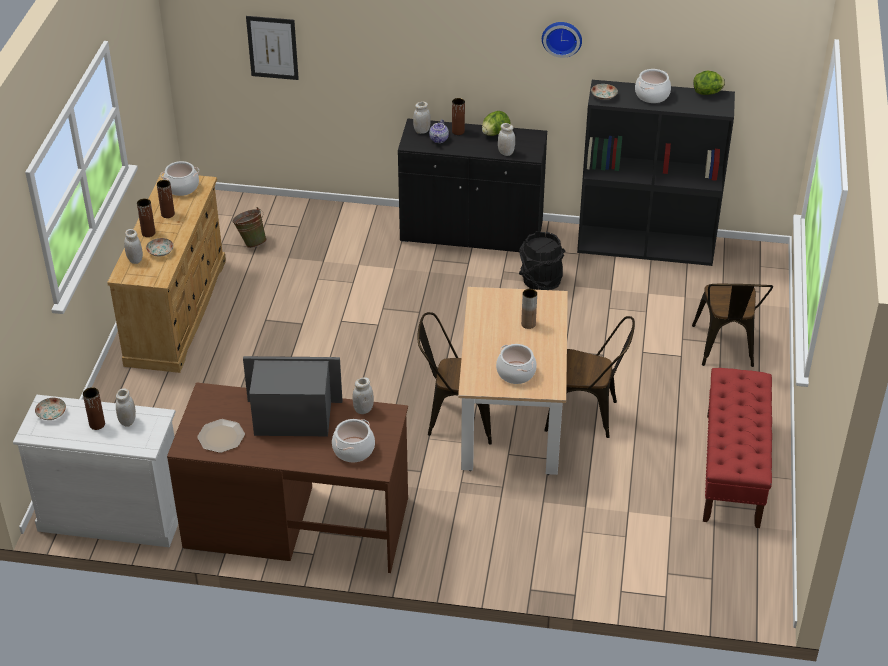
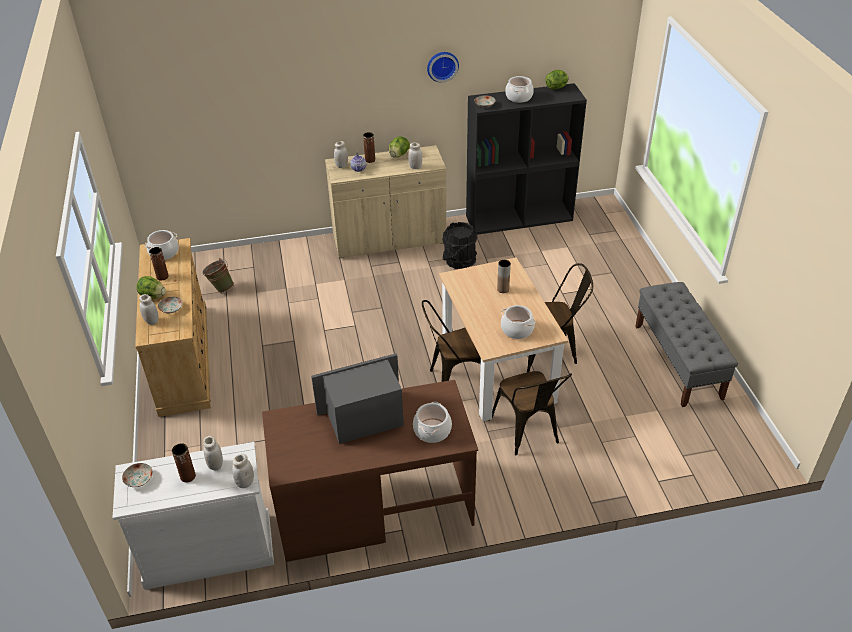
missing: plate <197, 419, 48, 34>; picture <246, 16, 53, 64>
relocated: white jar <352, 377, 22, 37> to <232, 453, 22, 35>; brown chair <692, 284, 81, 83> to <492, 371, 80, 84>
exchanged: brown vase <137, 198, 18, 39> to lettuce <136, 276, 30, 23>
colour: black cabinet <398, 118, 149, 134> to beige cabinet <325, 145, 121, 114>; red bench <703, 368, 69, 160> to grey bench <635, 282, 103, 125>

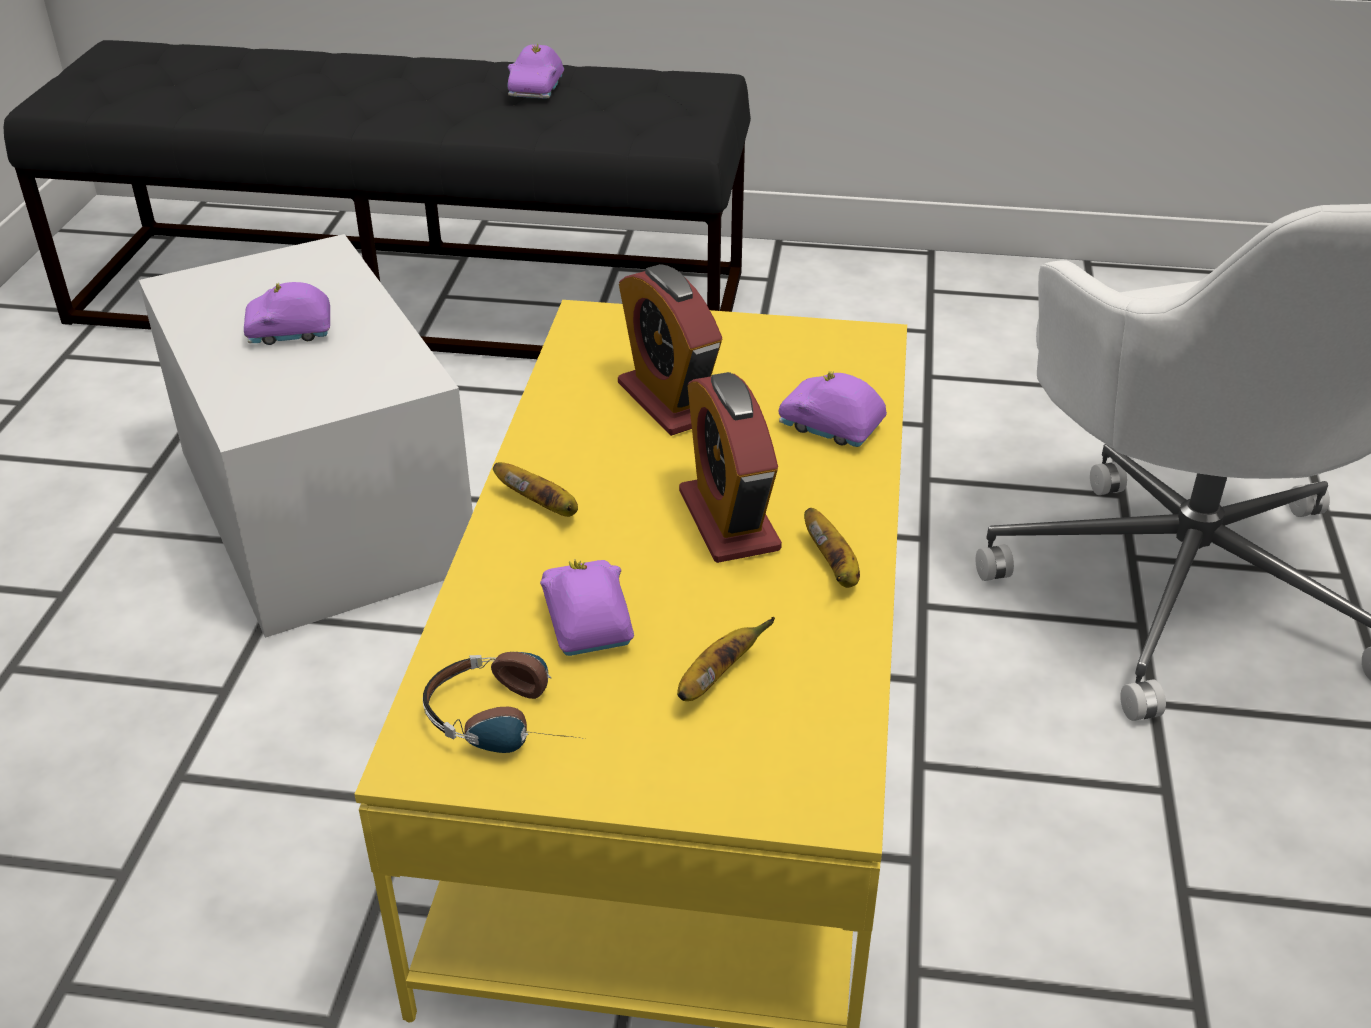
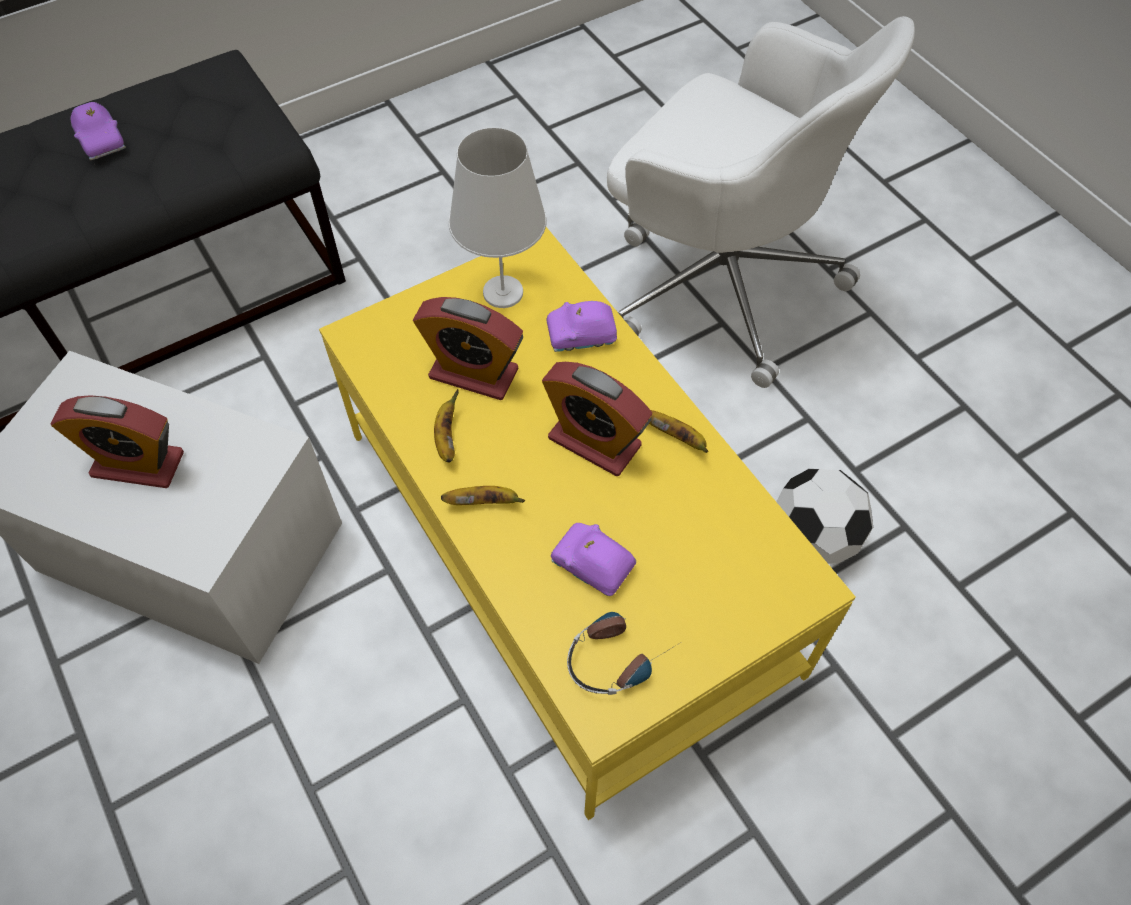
appeared: white table lamp <448, 127, 99, 181>; football <776, 469, 97, 95>
relocated: banana <677, 617, 98, 84> to <434, 389, 25, 74>
exchanged: purple toy car <244, 282, 86, 63> to alarm clock <51, 395, 133, 93>

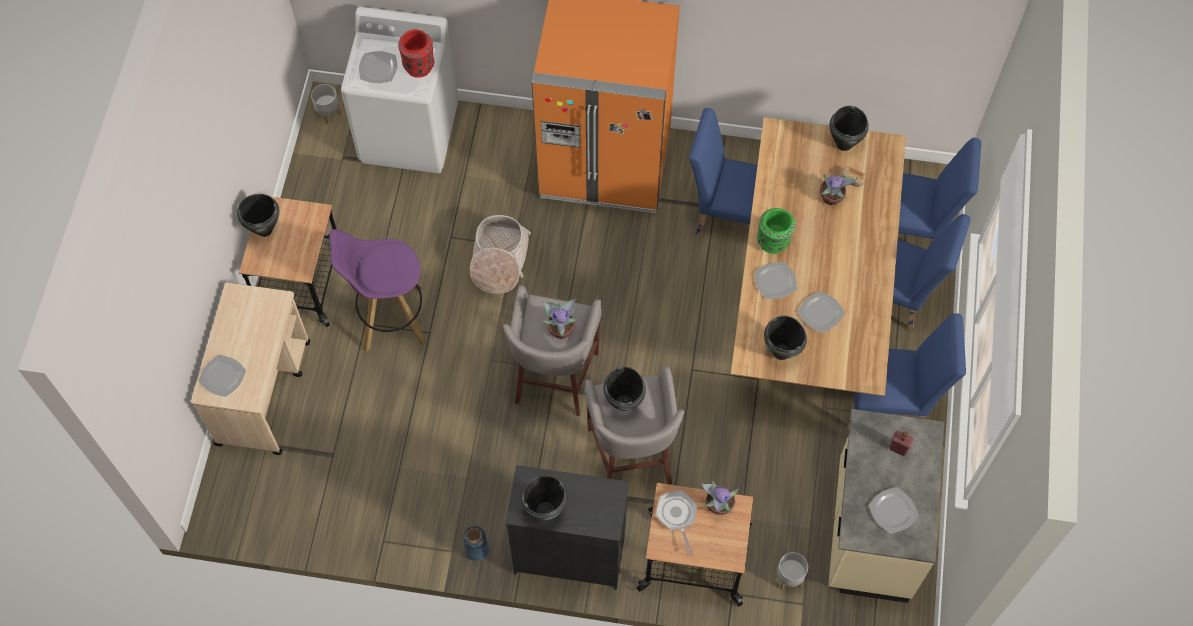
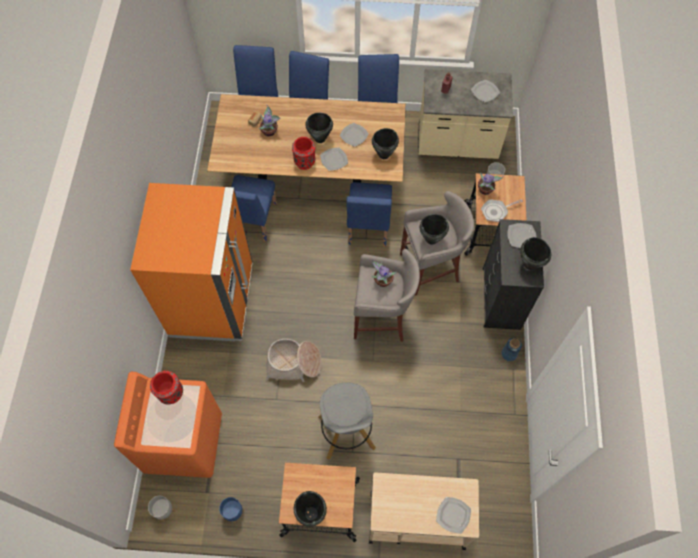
appeared: blue planter <219, 497, 25, 26>; blue chair <346, 182, 46, 65>
relocated: plate <359, 51, 38, 32> to <507, 223, 29, 25>; black cooking pot <829, 106, 40, 45> to <305, 113, 28, 30>
colour: purple stool <329, 229, 98, 123> to grey stool <318, 383, 58, 77>; white washing machine <341, 7, 118, 166> to orange washing machine <114, 372, 108, 106>; green vase <757, 208, 38, 46> to red vase <292, 137, 23, 33>

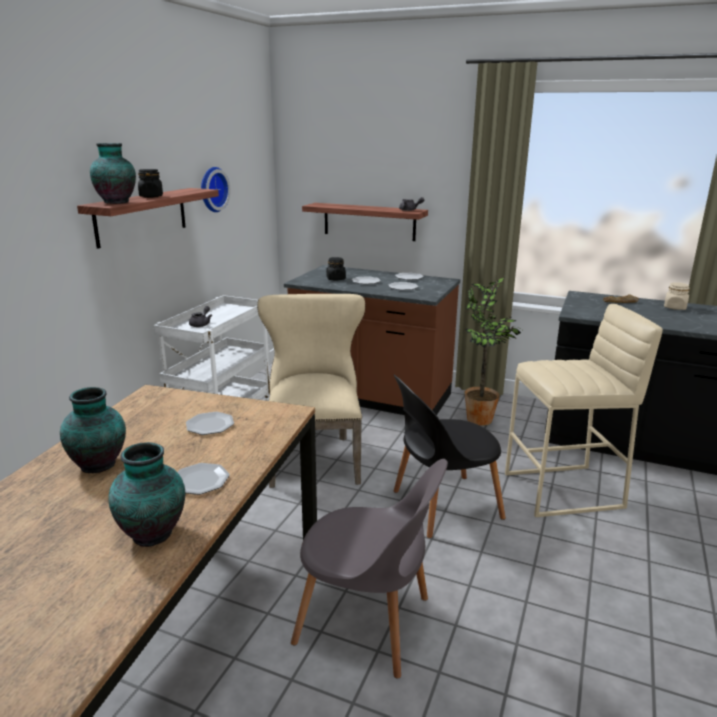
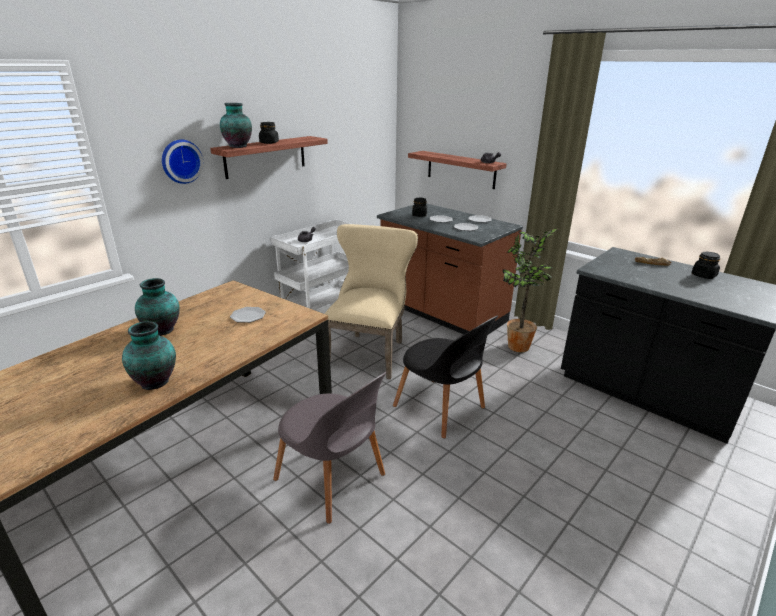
missing: plate <177, 463, 53, 32>; beige stool <505, 304, 158, 213>
relocated: wall clock <201, 167, 29, 45> to <162, 140, 41, 44>
colour: beige jar <664, 282, 26, 28> to black jar <691, 252, 29, 27>
spun: black chair <394, 374, 112, 164> = <393, 315, 105, 124> 135 degrees counterclockwise

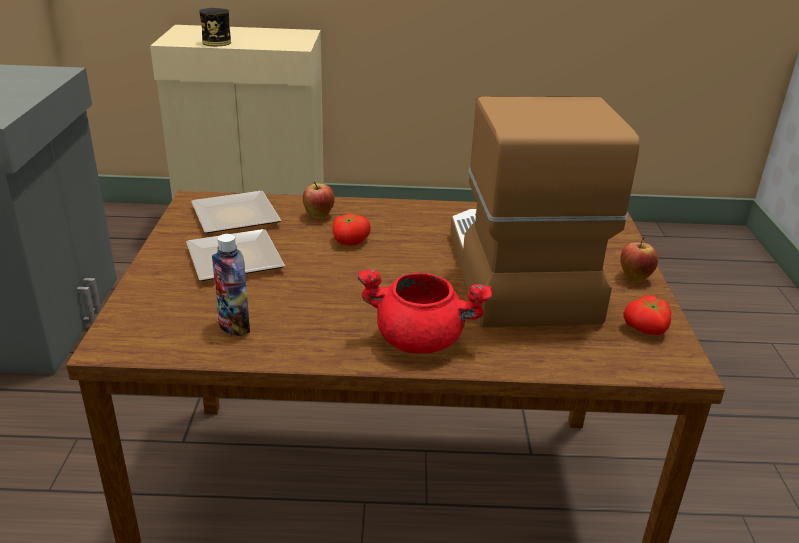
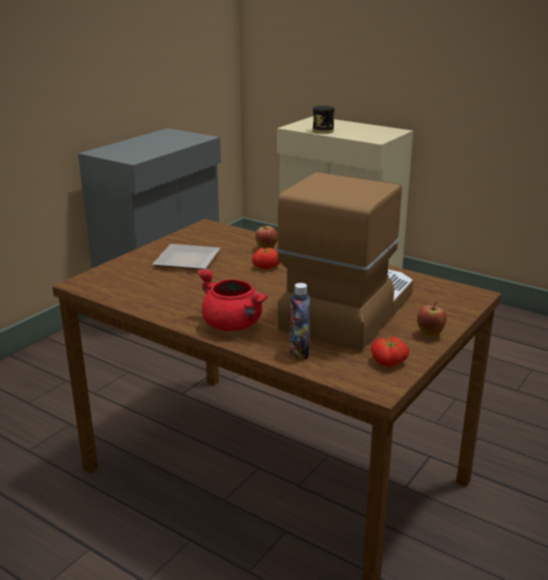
missing: plate <191, 191, 90, 42>
relocated: bottle <212, 234, 38, 103> to <290, 283, 20, 77>

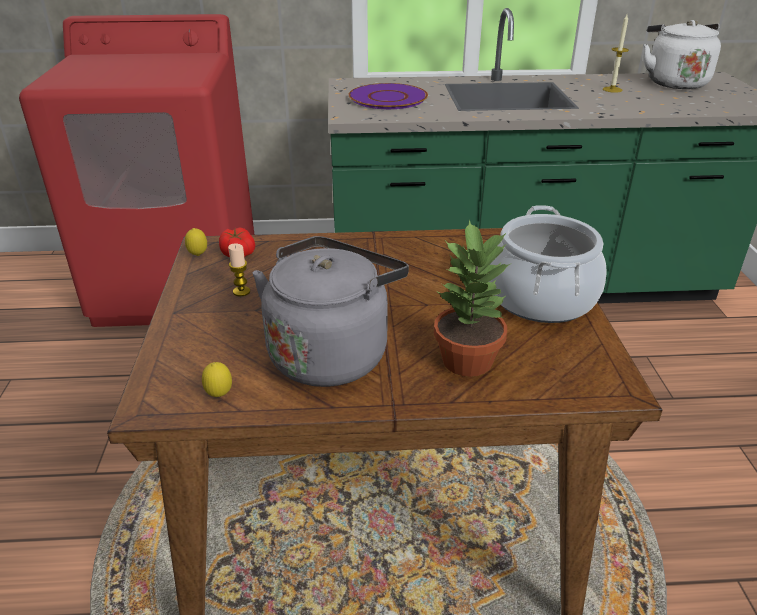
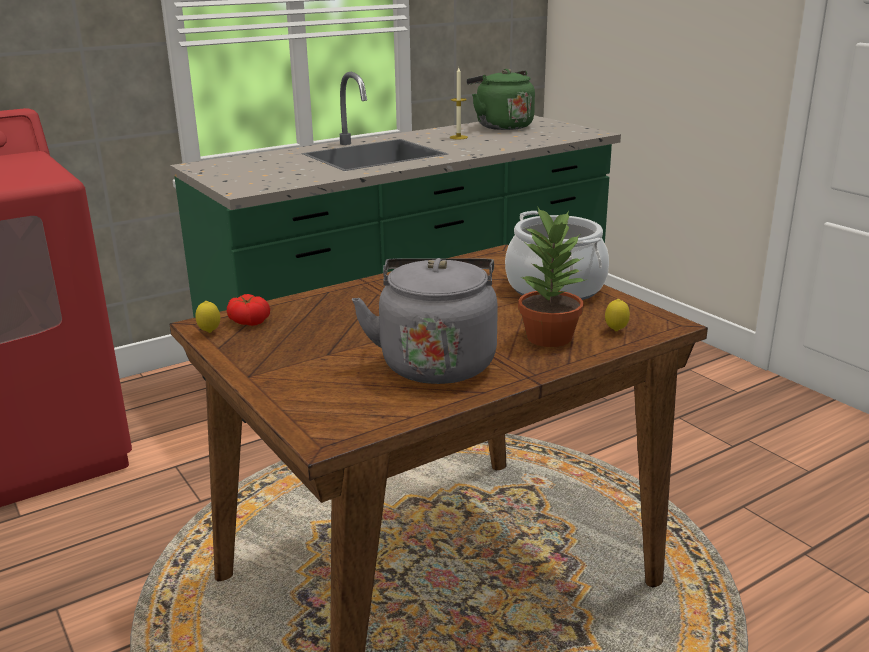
missing: candle <228, 244, 22, 52>; purple plate <348, 83, 80, 26>
relocated: lemon <202, 362, 30, 35> to <605, 299, 25, 32>
colour: white kettle <643, 20, 78, 69> to green kettle <466, 69, 69, 61>

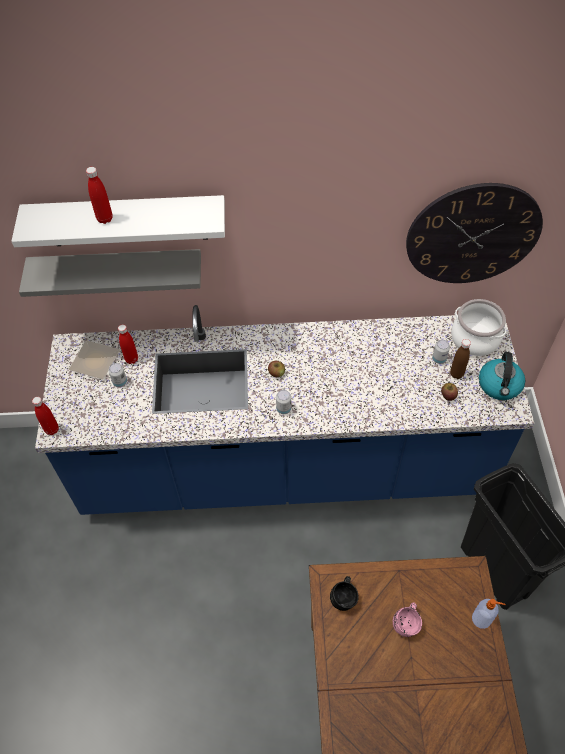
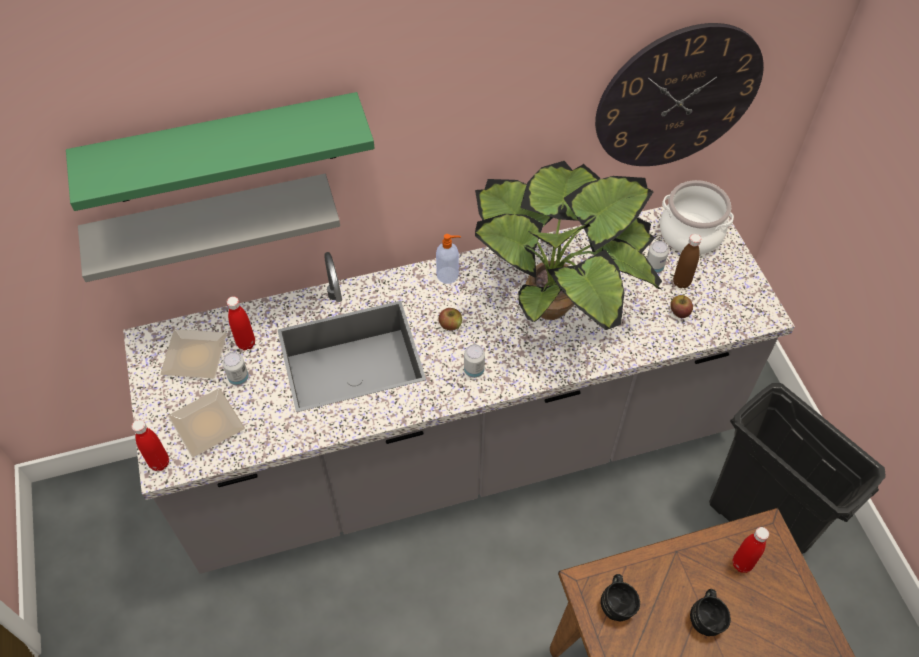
missing: kettle <479, 352, 46, 48>
appeared: plate <168, 388, 77, 69>; potted plant <475, 161, 187, 169>
relocated: red bottle <86, 167, 26, 57> to <733, 527, 36, 46>; soap dispenser <472, 599, 34, 30> to <436, 234, 25, 50>
colour: white shelf <11, 195, 214, 52> to green shelf <66, 92, 309, 119>; blue counter <35, 305, 500, 210> to grey counter <123, 207, 672, 367>; pink mug <393, 602, 29, 35> to black mug <690, 589, 41, 47>

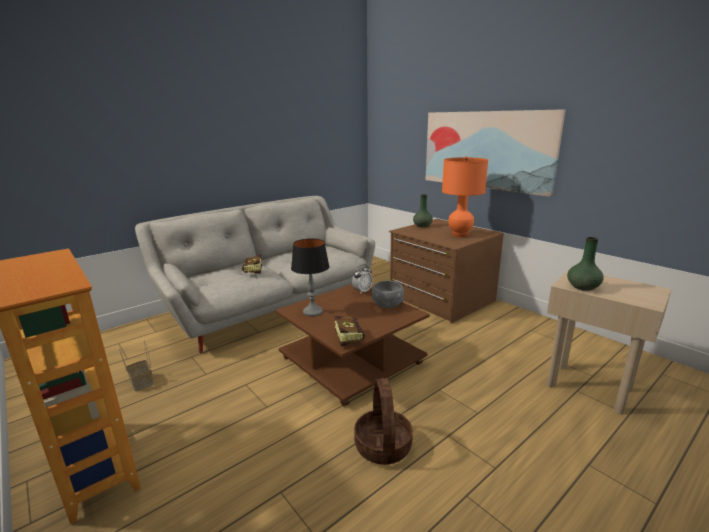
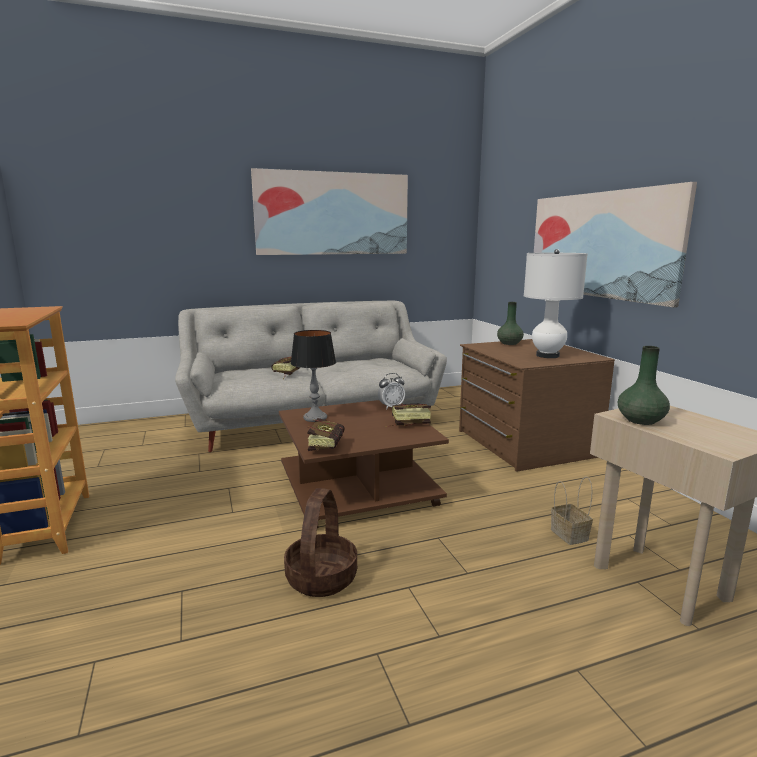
appeared: picture <251, 168, 157, 87>
relocated: basket <119, 340, 35, 51> to <551, 477, 42, 68>
exchanged: grey bowl <372, 281, 32, 27> to book <386, 403, 45, 24>
colour: orange table lamp <442, 156, 46, 81> to white table lamp <524, 249, 64, 109>

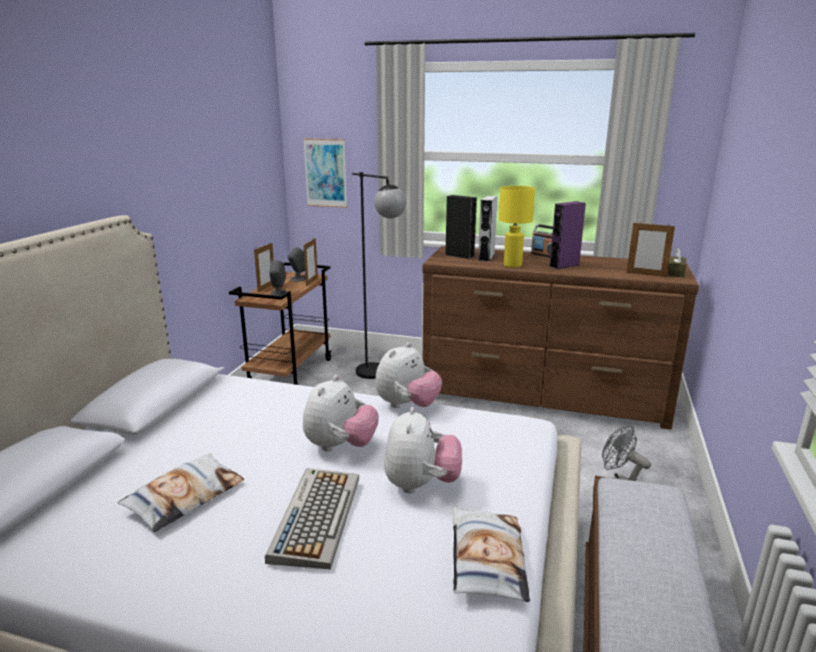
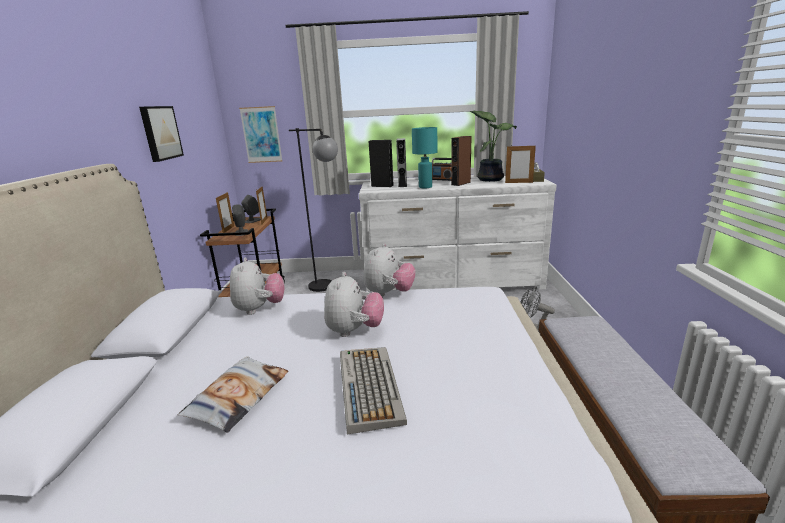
missing: pillow <452, 506, 78, 96>
appeared: picture <139, 106, 45, 56>; potted plant <470, 111, 47, 71>
relocated: plush toy <384, 407, 78, 86> to <230, 257, 54, 58>
colour: brown dresser <422, 246, 277, 184> to white dresser <359, 176, 198, 115>; yellow table lamp <499, 186, 36, 82> to turquoise table lamp <412, 127, 25, 62>; purple speaker <549, 201, 37, 68> to brown speaker <451, 136, 20, 50>

